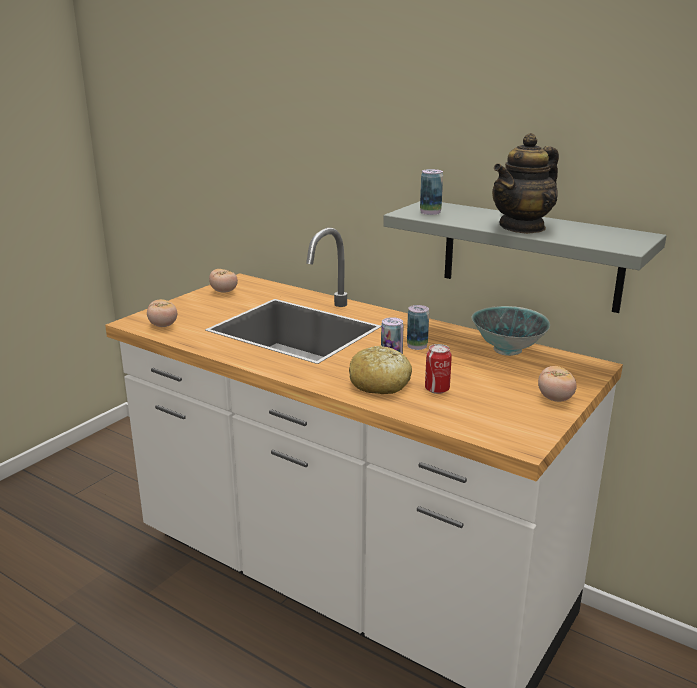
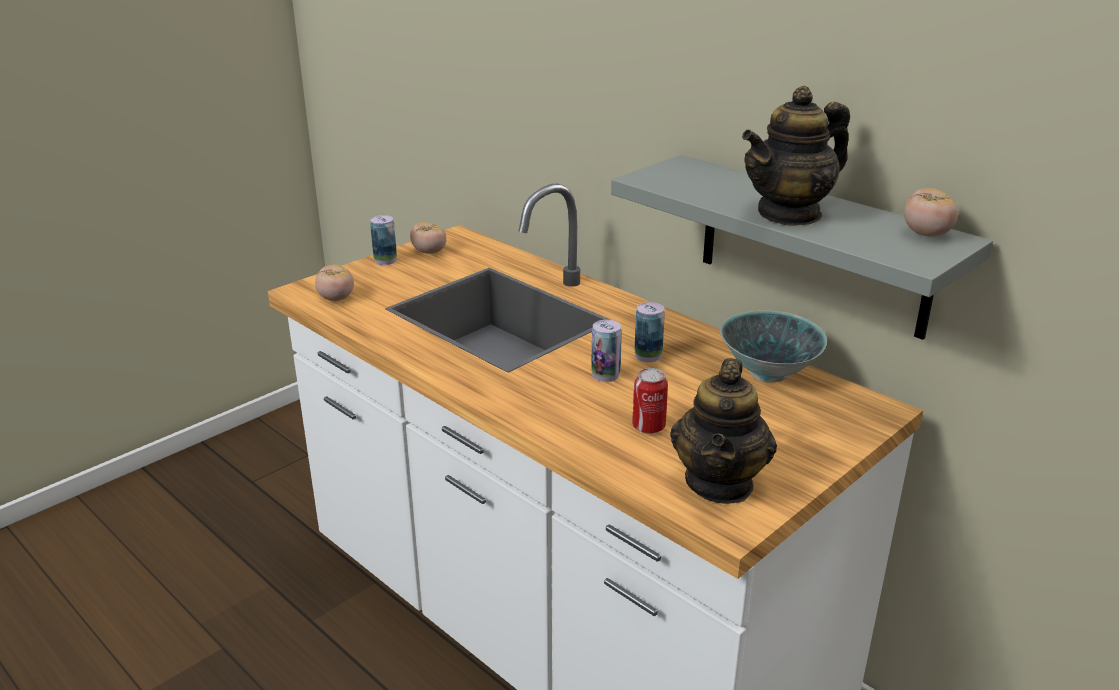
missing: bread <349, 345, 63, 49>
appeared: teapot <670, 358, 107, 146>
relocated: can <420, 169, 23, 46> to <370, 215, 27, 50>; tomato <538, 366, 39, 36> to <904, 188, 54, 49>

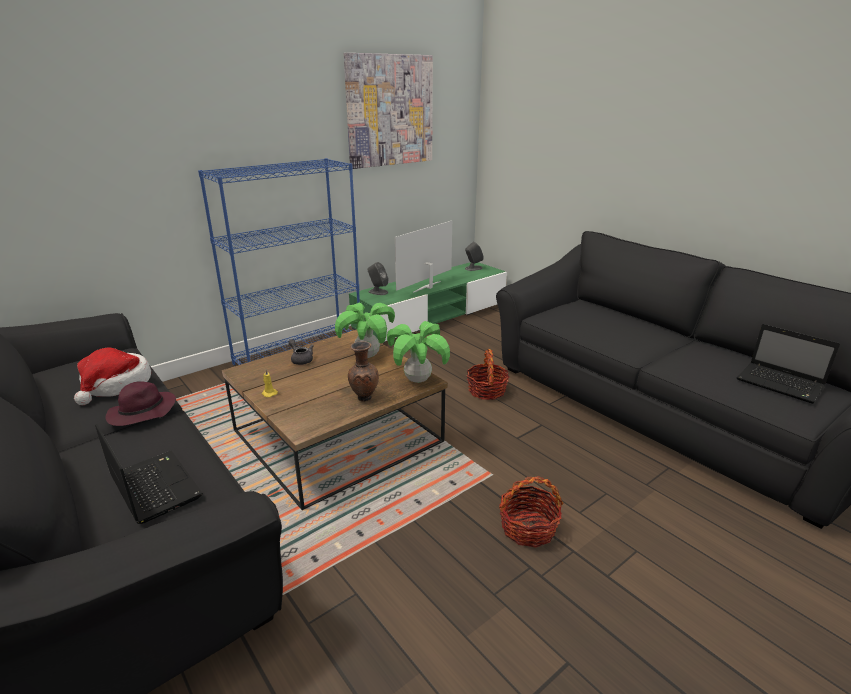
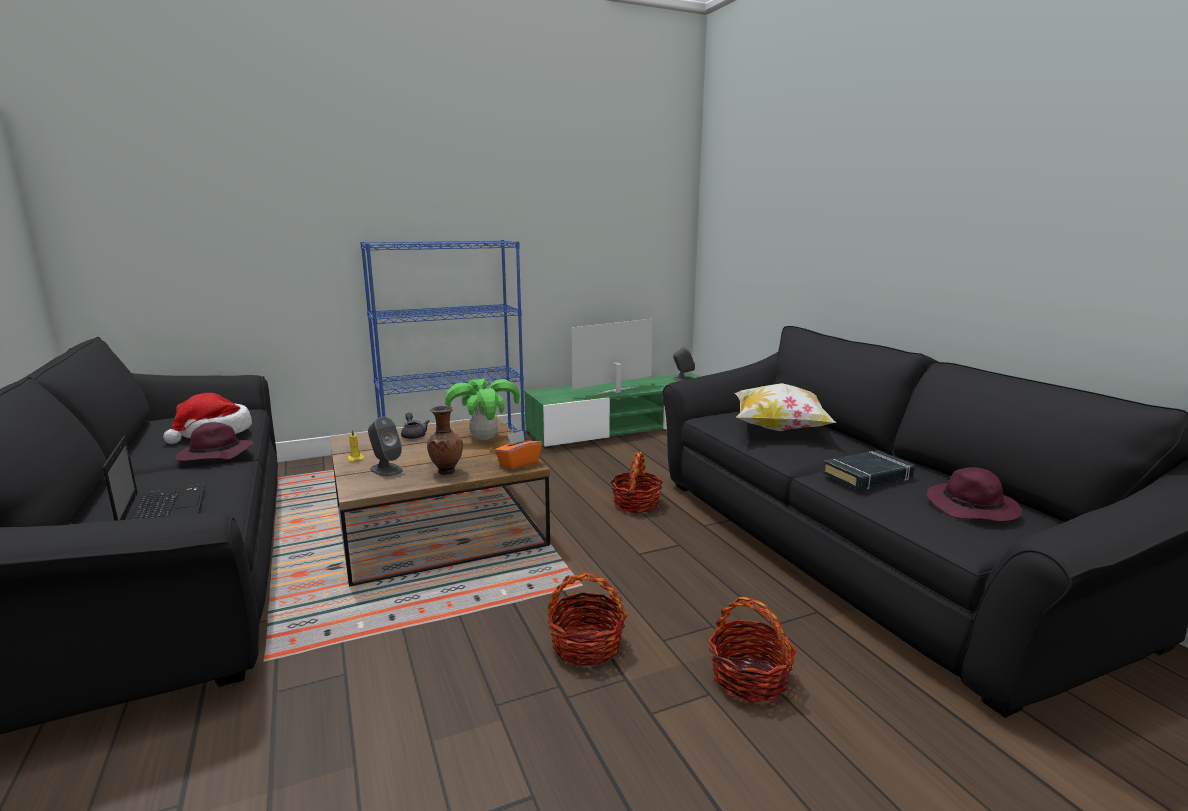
missing: picture <344, 53, 89, 116>
appeared: basket <708, 597, 89, 106>; pillow <735, 383, 102, 48>; black book <823, 450, 92, 40>
relocated: grey speaker <367, 262, 21, 33> to <368, 417, 35, 59>
exchanged: potted plant <387, 321, 63, 62> to orange tissue box <495, 431, 47, 39>; laptop <737, 324, 103, 80> to purple hat <927, 467, 95, 54>

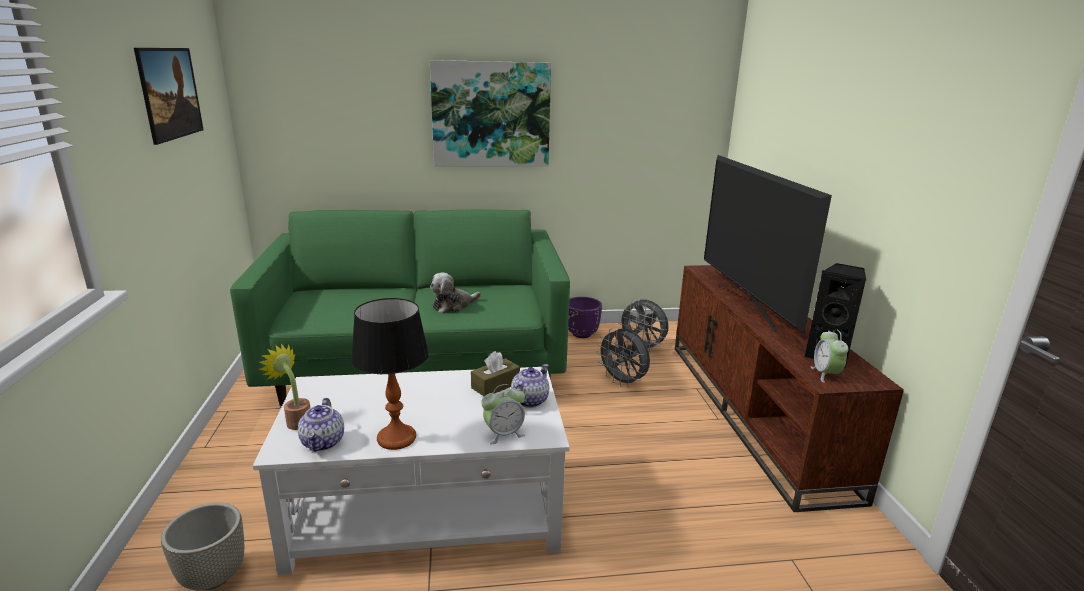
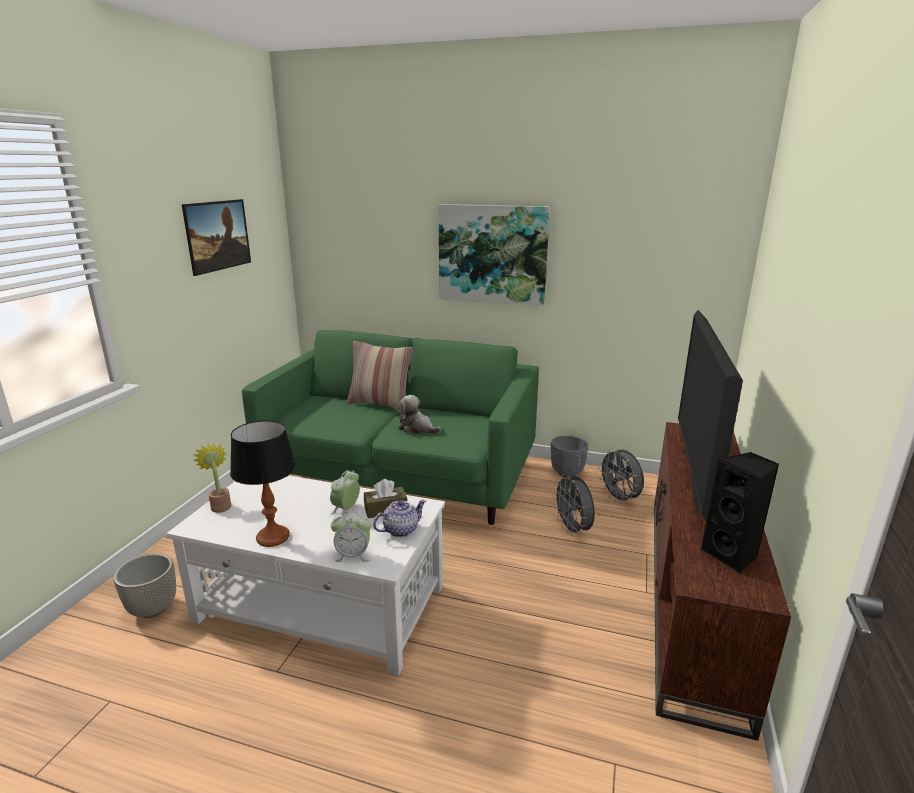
missing: teapot <298, 398, 46, 54>
appeared: pillow <347, 341, 66, 68>
relocated: alarm clock <811, 329, 37, 54> to <330, 470, 30, 45>
colour: purple planter <568, 297, 34, 41> to grey planter <551, 435, 37, 43>
spun: plush toy <430, 272, 51, 42> = <396, 395, 46, 39> 45 degrees clockwise

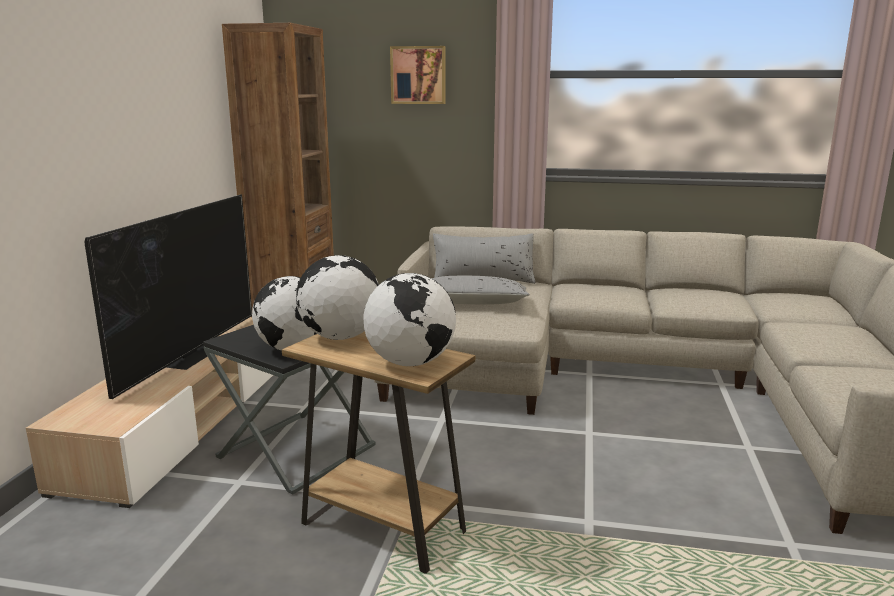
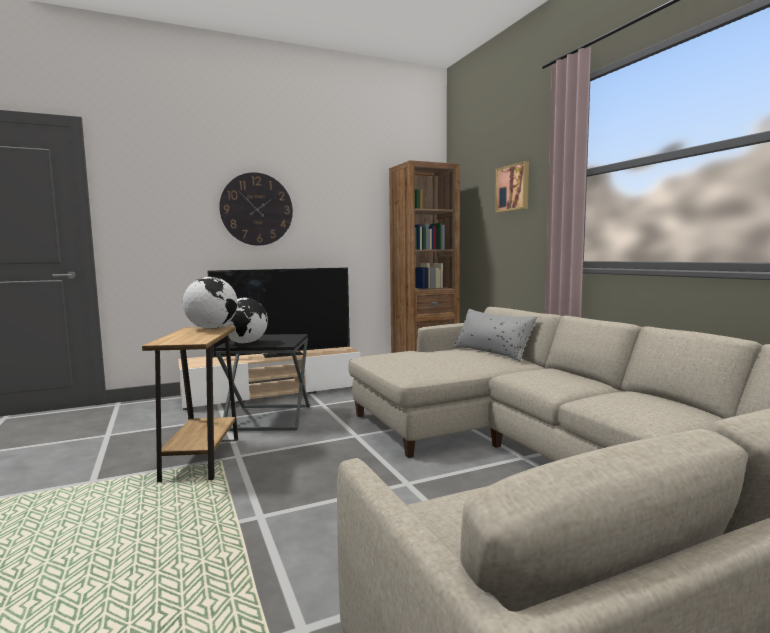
missing: globe <363, 273, 93, 93>; grey pillow <432, 275, 98, 30>
appeared: wall clock <219, 172, 74, 74>

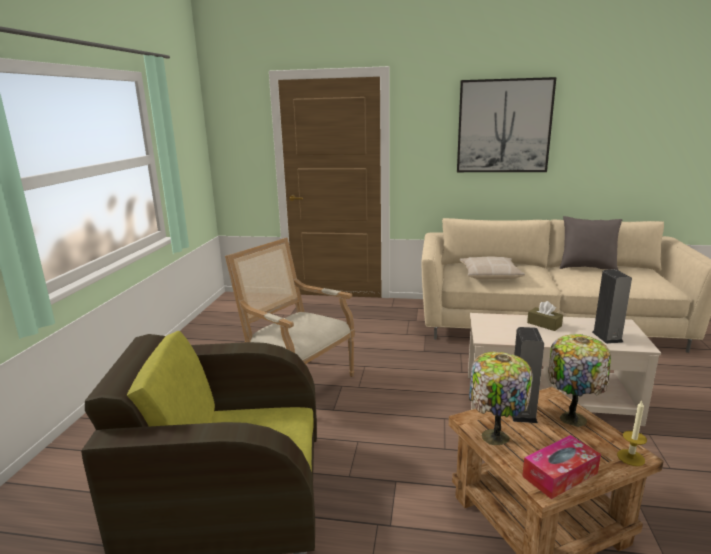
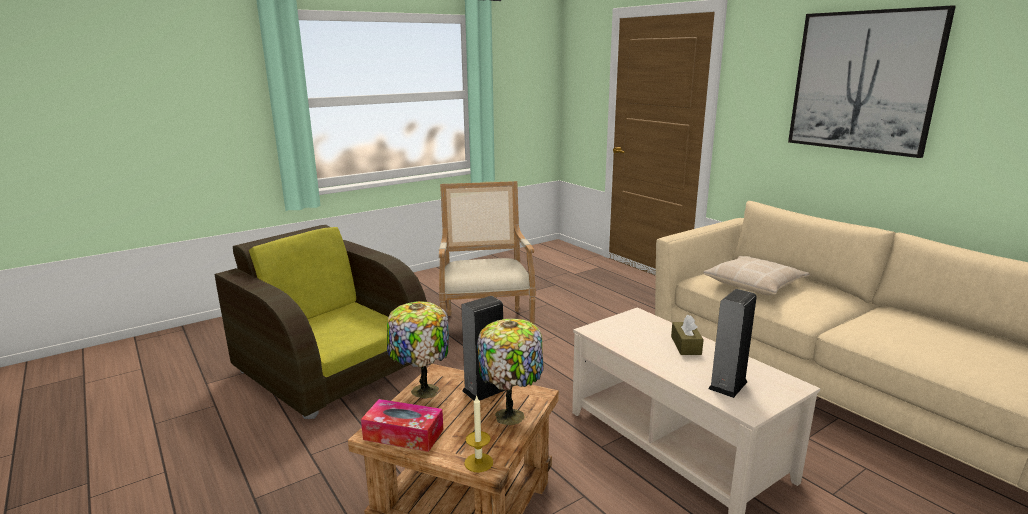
missing: grey pillow <560, 216, 63, 55>

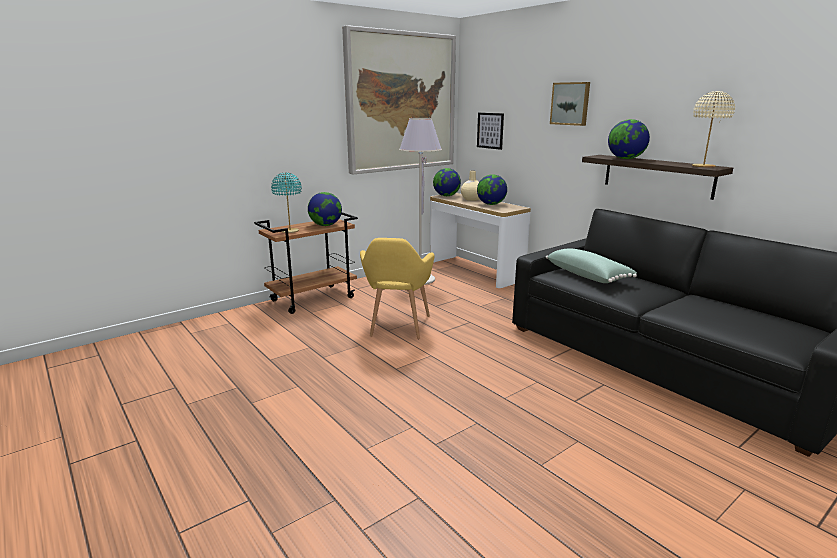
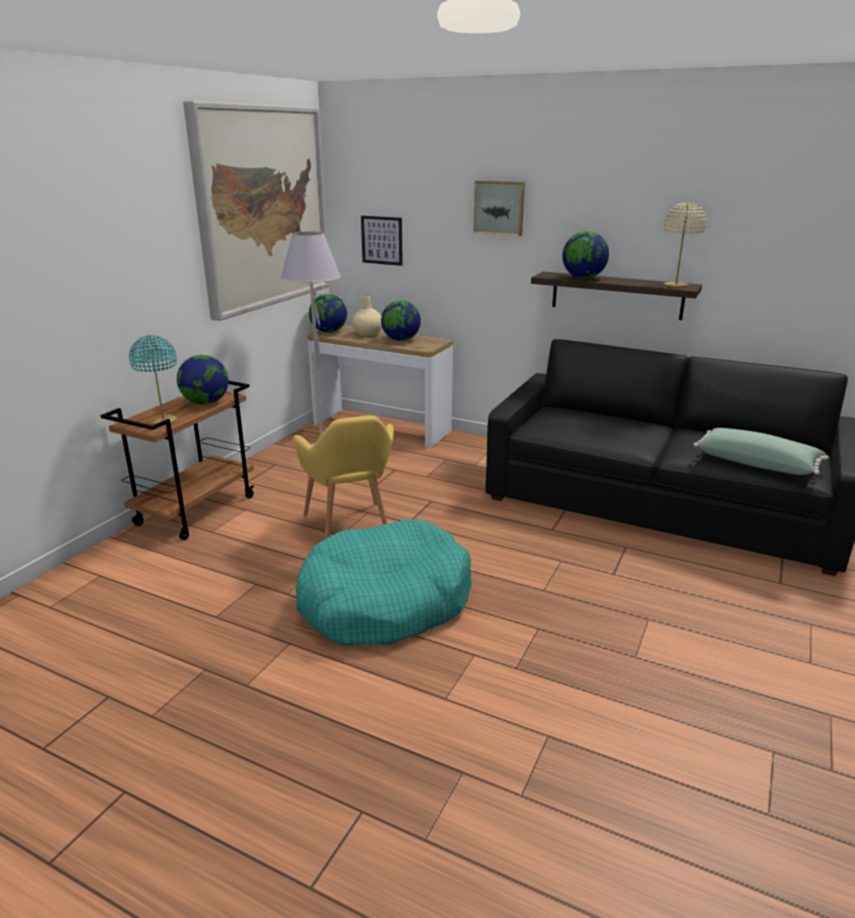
appeared: turquoise dog bed <296, 519, 176, 127>
relocated: green pillow <546, 249, 91, 34> to <694, 428, 135, 47>

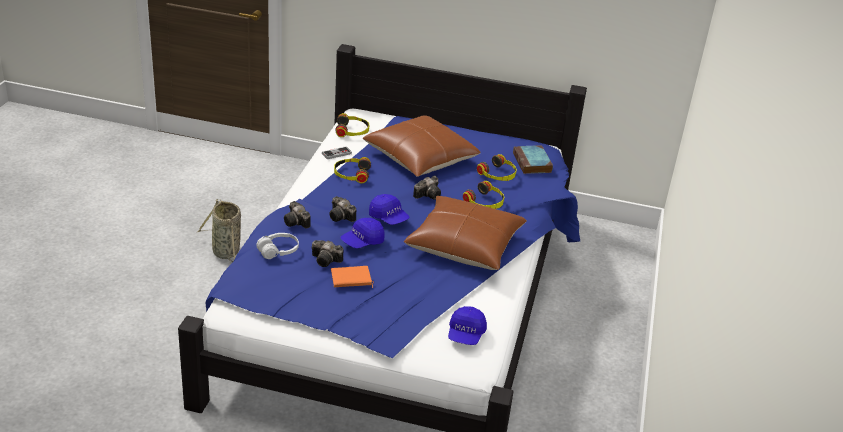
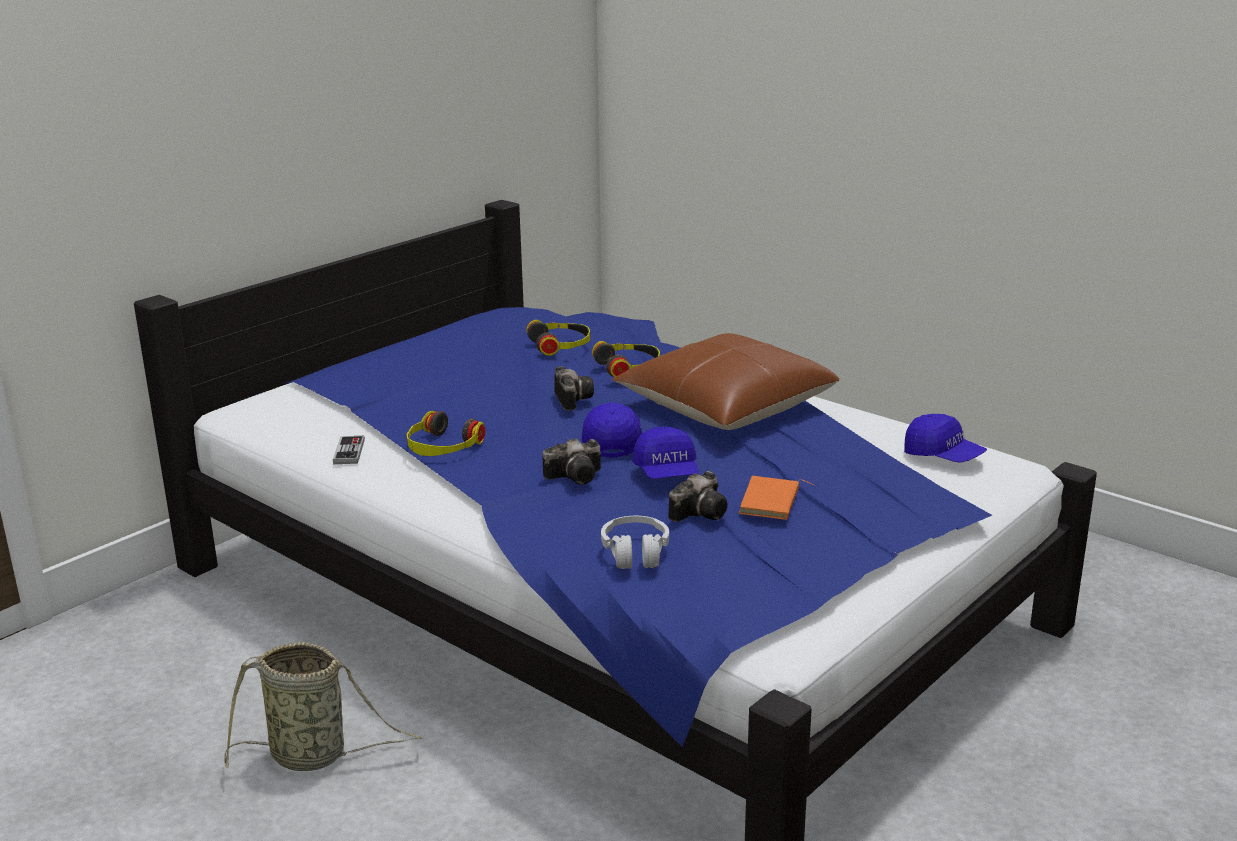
missing: photo camera <284, 201, 27, 27>; headphones <335, 113, 34, 24>; brown pillow <363, 115, 118, 62>; book <513, 145, 40, 29>
spun: blue cap <369, 194, 41, 31> = <582, 402, 60, 55> 75 degrees counterclockwise

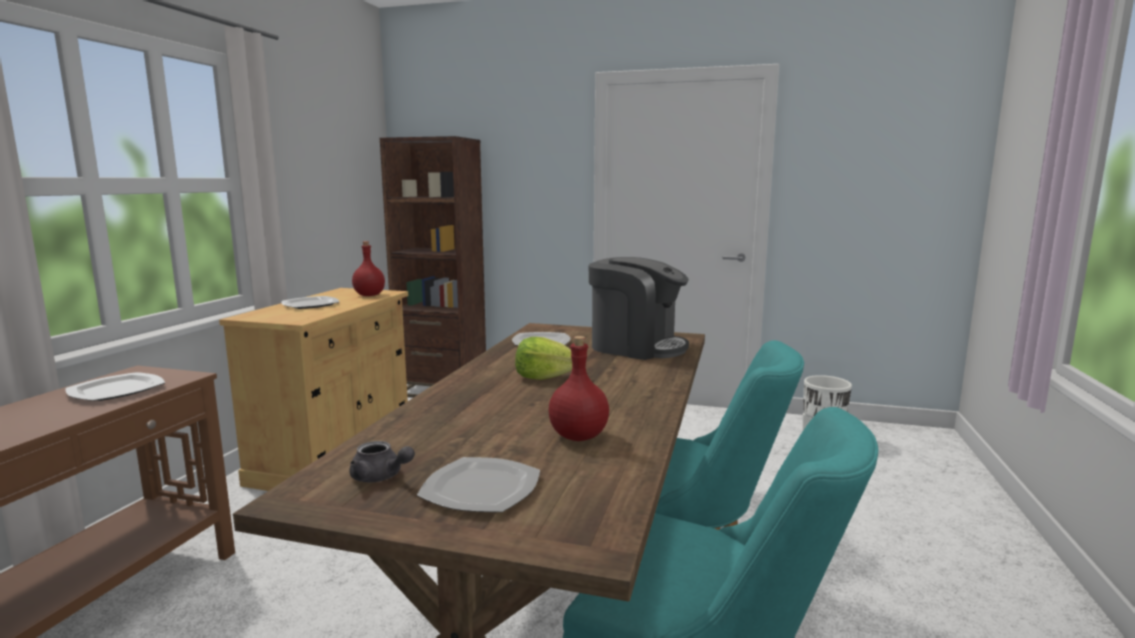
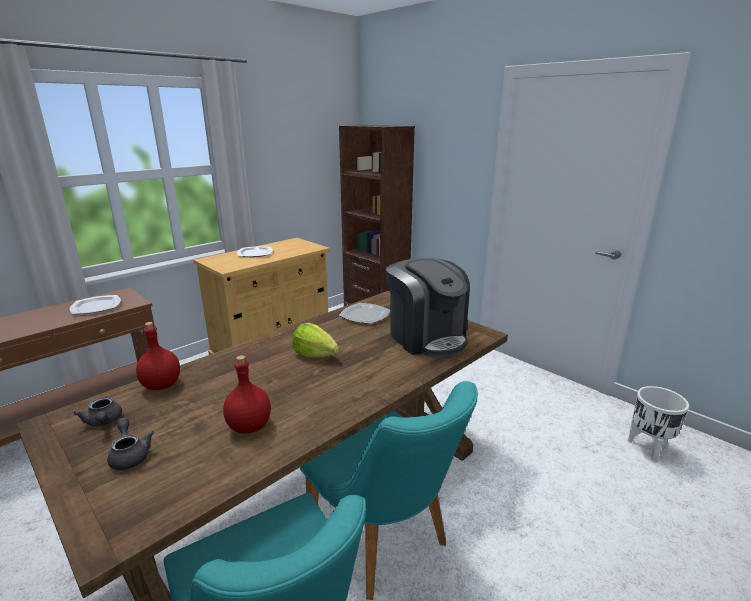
relocated: red bottle <352, 241, 33, 55> to <136, 322, 44, 68>
exchanged: plate <417, 457, 123, 55> to grey teapot <107, 418, 47, 52>

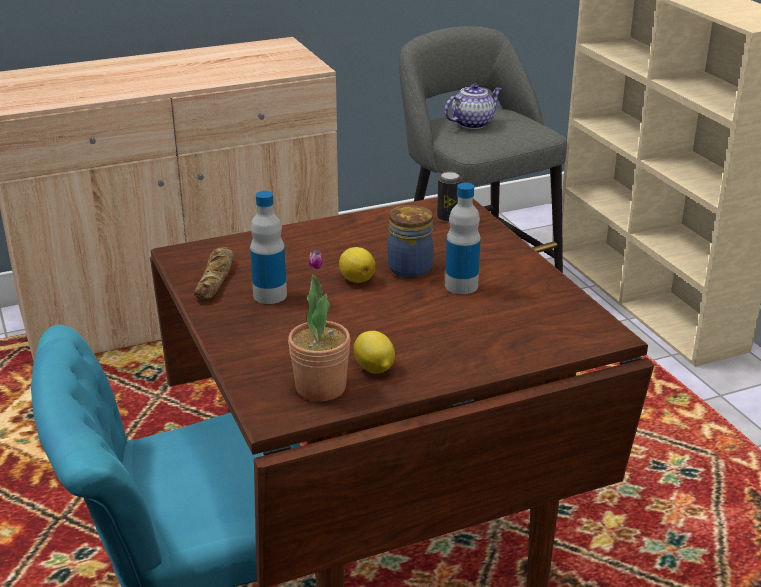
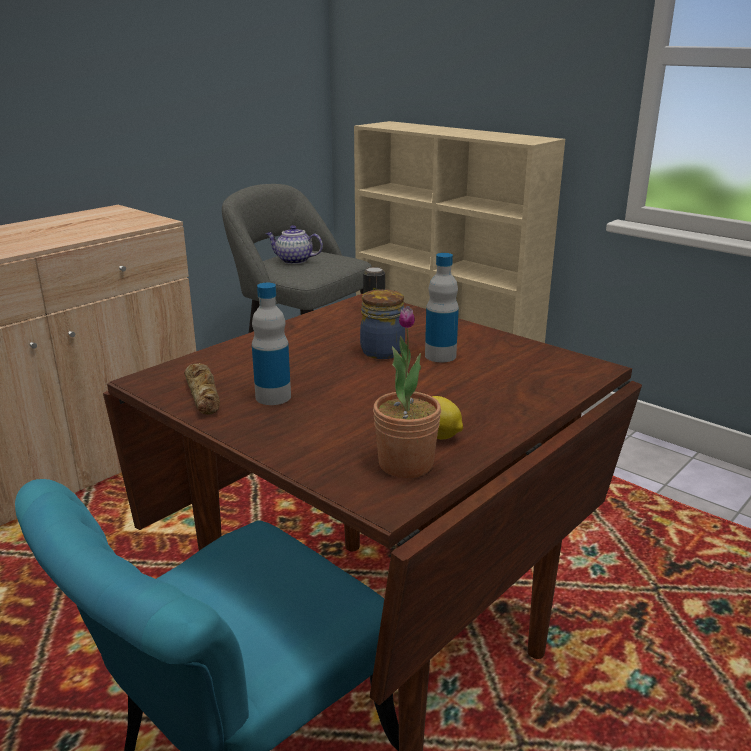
missing: lemon <339, 247, 36, 36>
spun: teapot <444, 83, 58, 46> = <265, 225, 58, 39> 105 degrees counterclockwise

